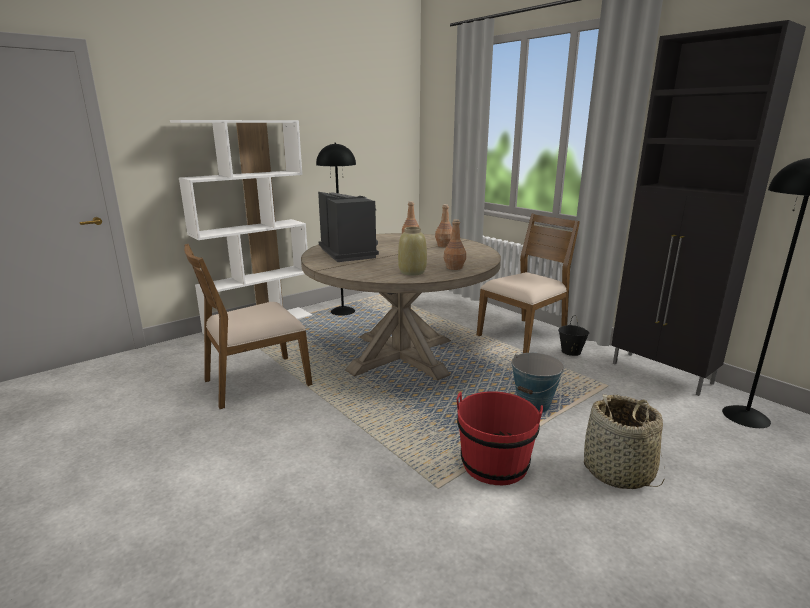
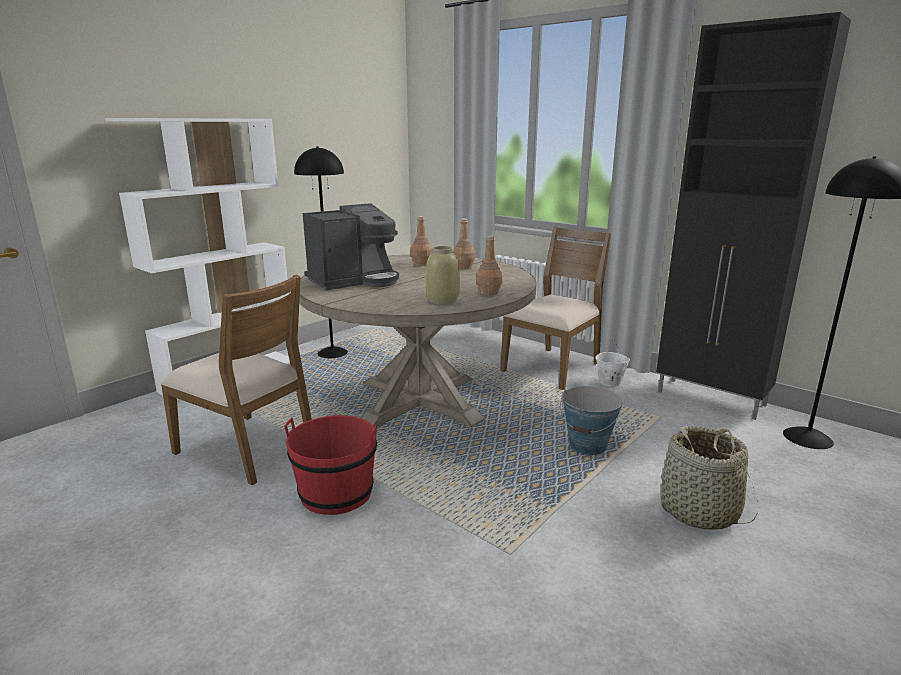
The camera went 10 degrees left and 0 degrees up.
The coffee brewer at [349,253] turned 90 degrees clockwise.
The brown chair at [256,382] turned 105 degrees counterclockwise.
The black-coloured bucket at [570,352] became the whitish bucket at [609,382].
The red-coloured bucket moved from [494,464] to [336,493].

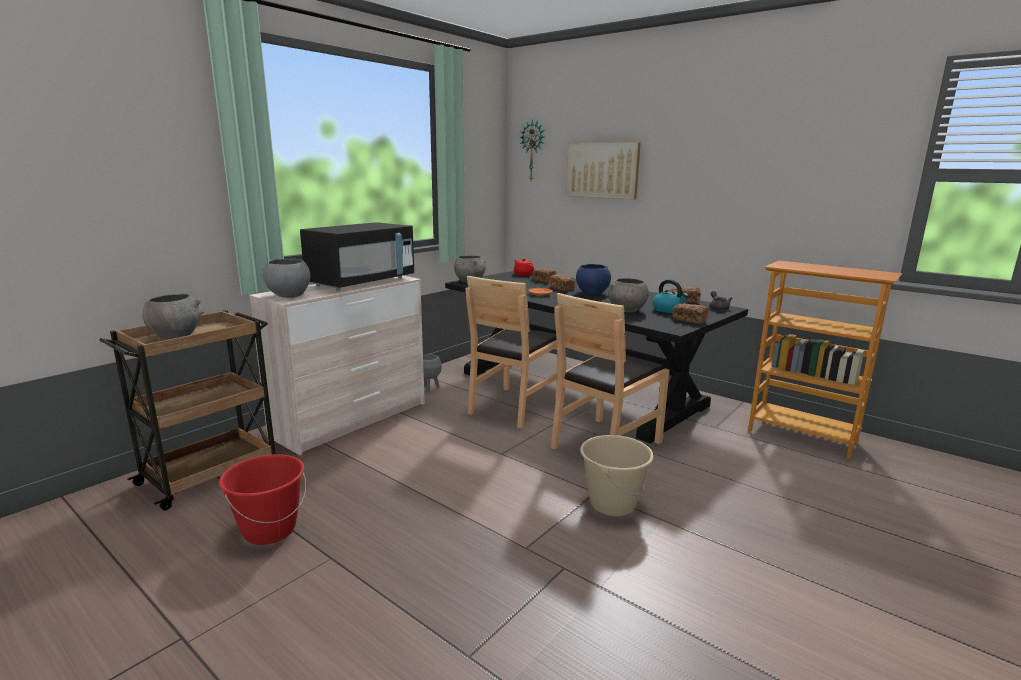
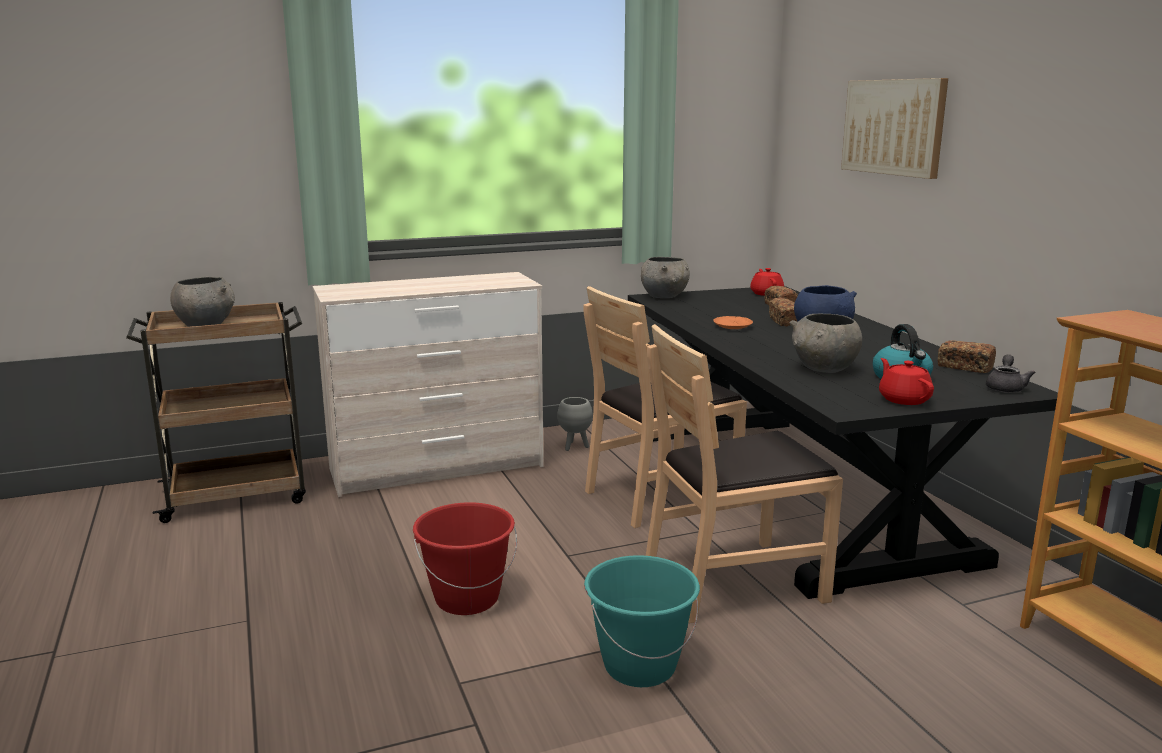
The camera went 30 degrees right and 0 degrees up.
The clock on the wall at [533,151] disappeared.
The black-coloured microwave at [362,282] disappeared.
The greyish deep dish at [289,295] disappeared.
The bread at [689,320] was replaced by the red-coloured tea pot at [904,399].
The beige-coloured bucket at [612,504] became the turquoise bucket at [639,666].
The red-coloured bucket moved from [269,530] to [467,599].

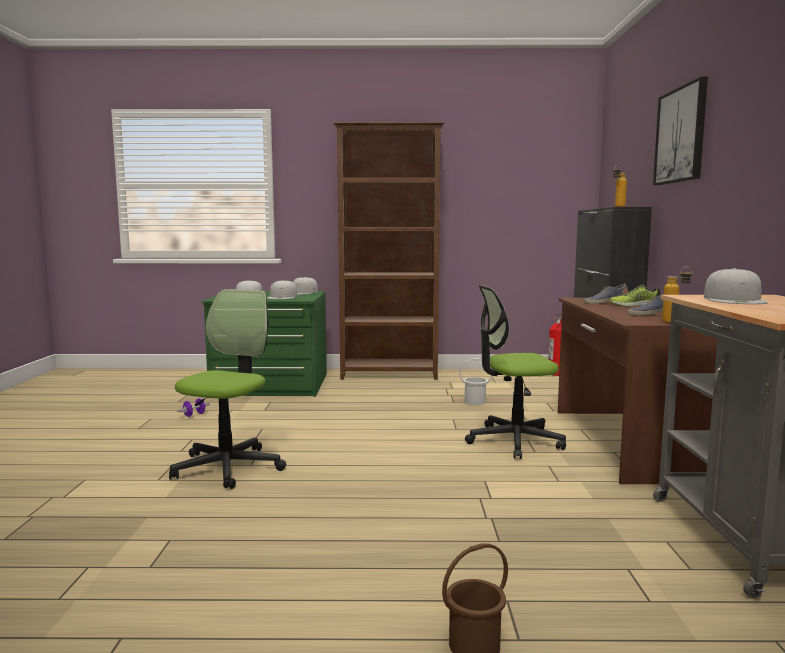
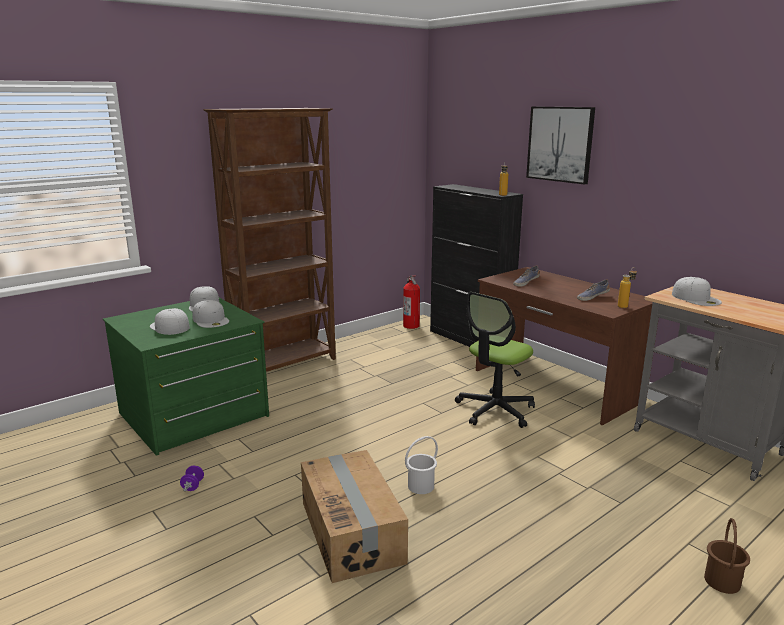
The camera went 40 degrees left and 10 degrees up.
The shoe at [635,306] disappeared.
The office chair at [228,467] was replaced by the cardboard box at [352,531].
The whitish bucket moved from [474,401] to [420,486].

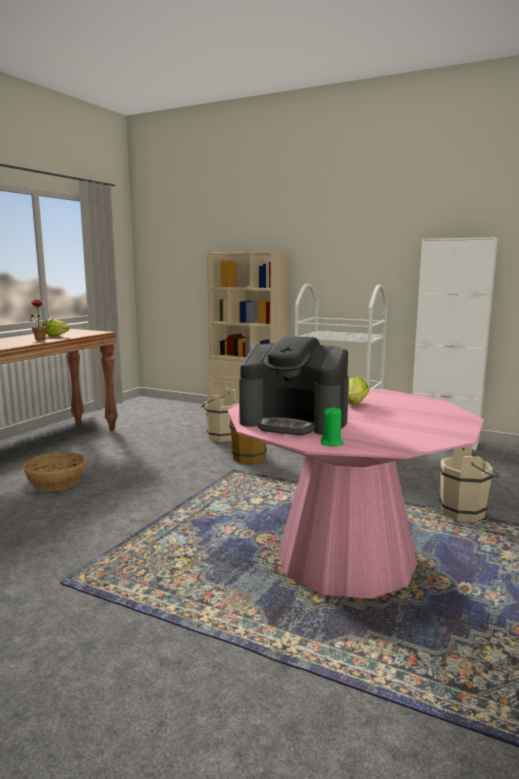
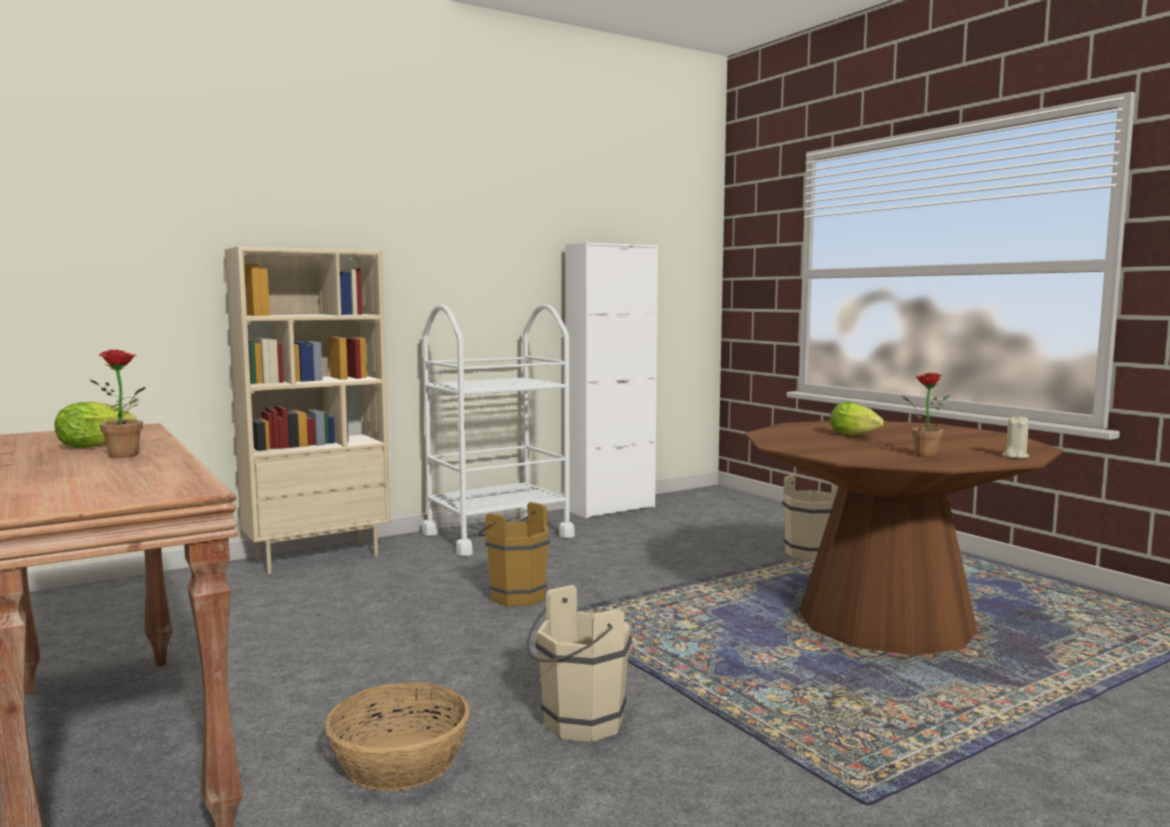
The camera went 60 degrees left and 5 degrees down.
The coffee brewer at [294,422] was replaced by the potted plant at [921,454].
The beige-coloured bucket moved from [220,437] to [577,724].
The pink kitchen table at [346,559] became the brown kitchen table at [885,622].
The green-coloured wax light at [332,443] became the beige-coloured wax light at [1015,456].

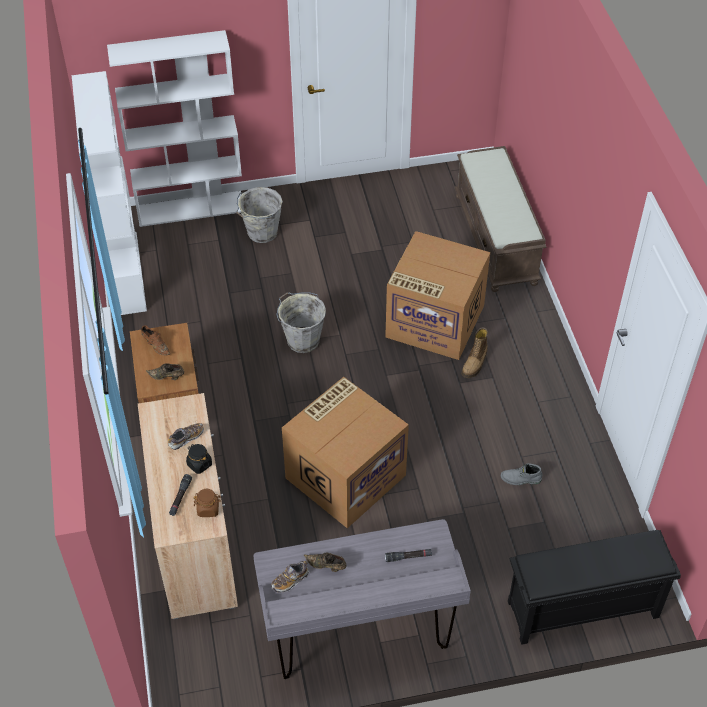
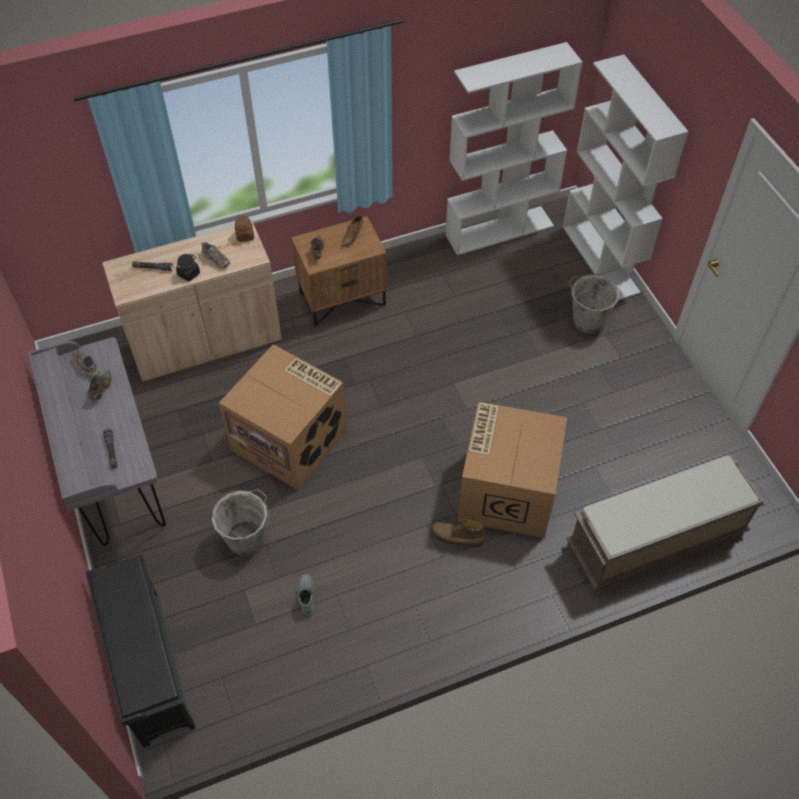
The camera went 80 degrees right and 5 degrees up.
The greyish bucket moved from [302,340] to [247,538].
The brown jar moved from [208,509] to [245,236].

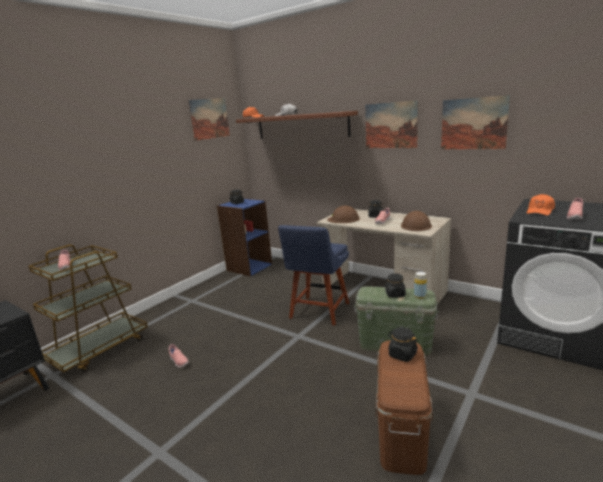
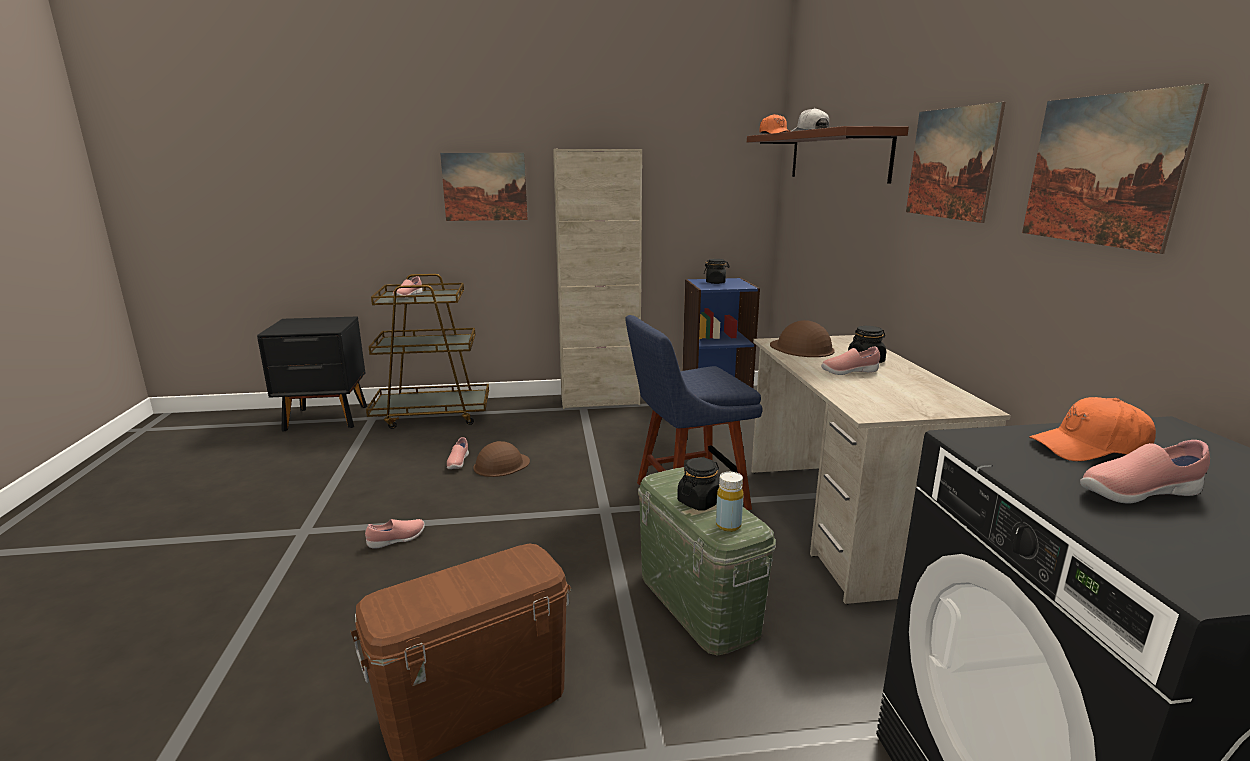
The camera went 45 degrees right and 0 degrees up.
The picture moved from [209,118] to [485,187].
The brown work helmet moved from [416,225] to [501,464].
The black-coloured jar at [402,355] disappeared.
The beige-coloured cabinet at [600,401] appeared.
The pink shoe at [397,540] appeared.

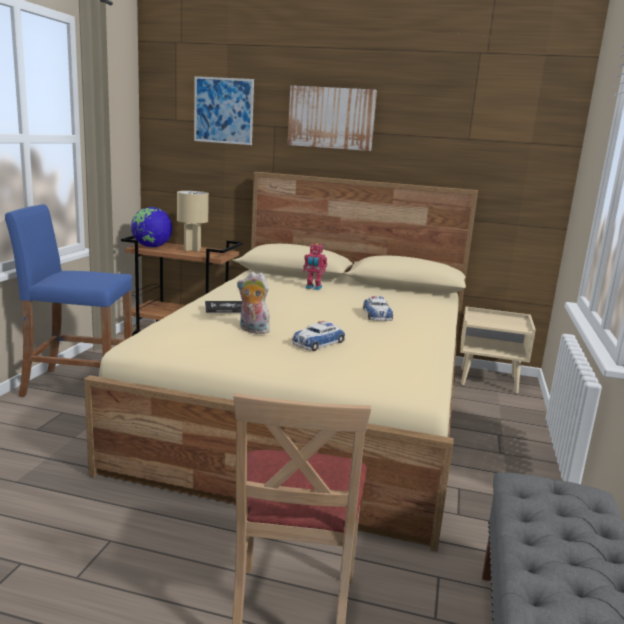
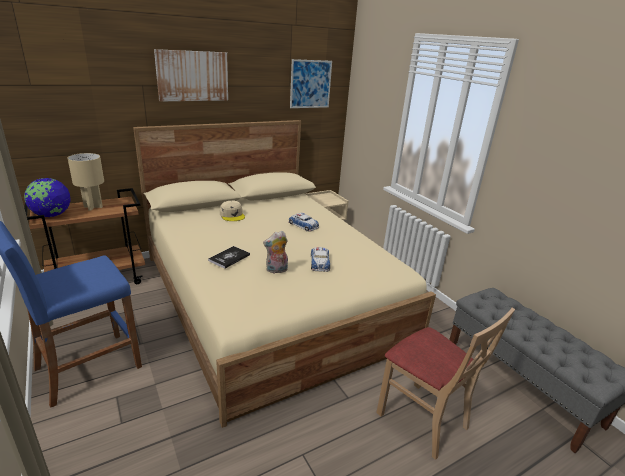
The camera went 45 degrees left and 10 degrees up.
The picture moved from [223,110] to [310,84].
The model robot at [313,288] was replaced by the beige-coloured peaked cap at [232,215].

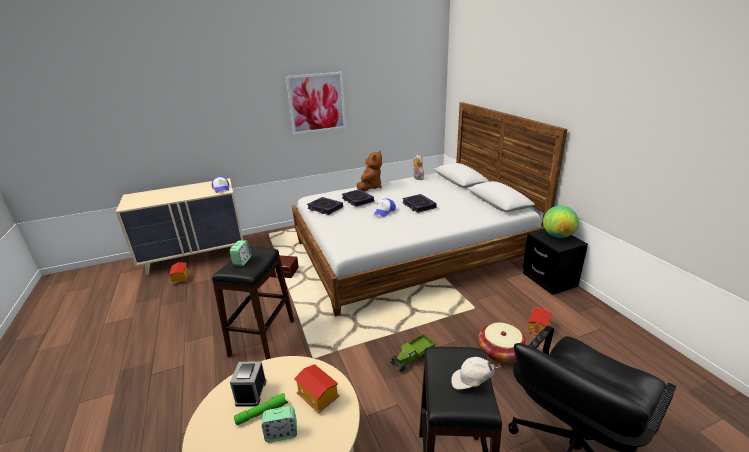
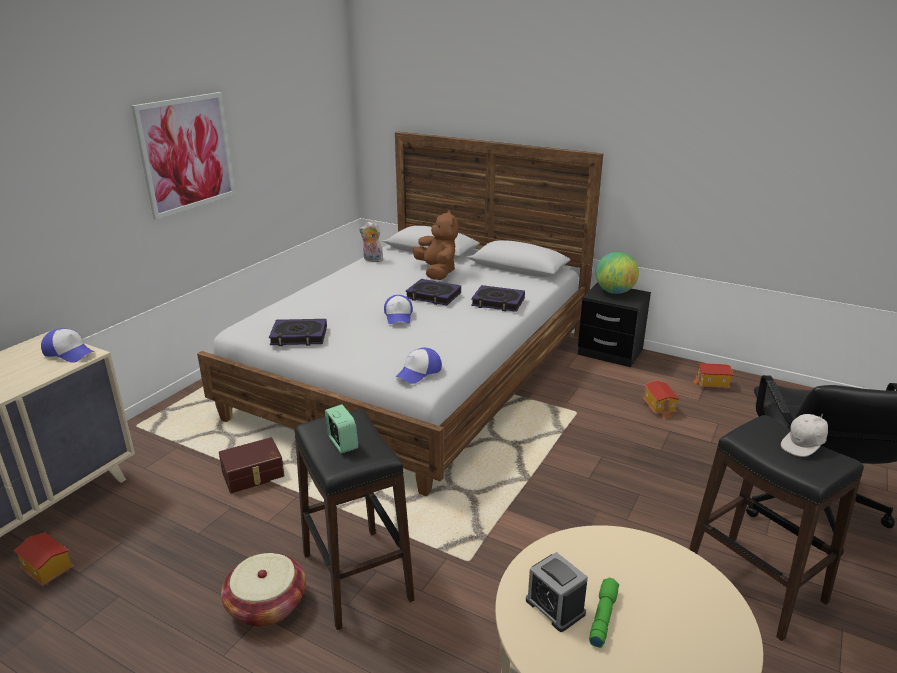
The camera went 40 degrees left and 0 degrees up.
The brown soft toy moved from [370,187] to [437,272].
The bound book moved from [357,200] to [498,302].
The household basket moved from [501,351] to [267,605].
The toy lorry at [413,358] disappeared.
The toy house moved from [317,397] to [711,385].
The bedside clock at [281,433] disappeared.
The peaked cap at [419,372] appeared.

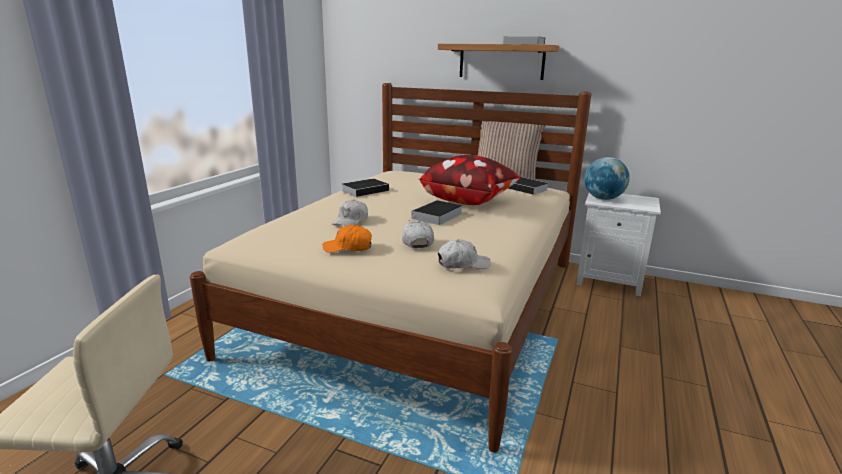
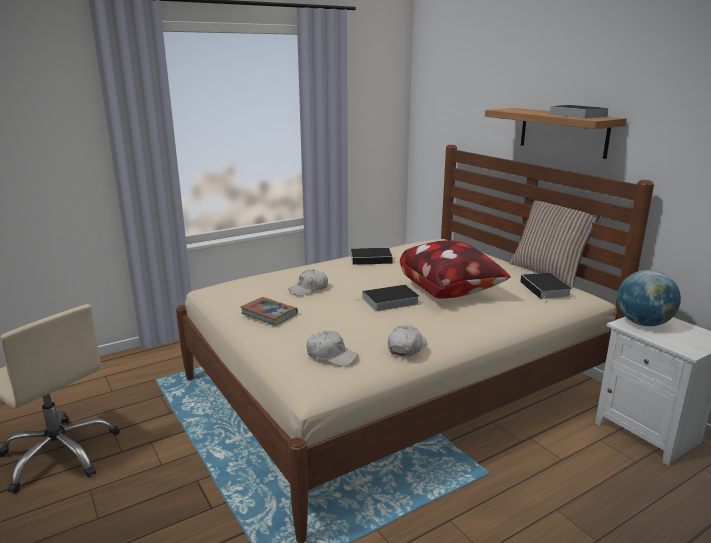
The camera went 35 degrees right and 0 degrees up.
The whitish peaked cap moved from [417,241] to [406,347].
The orange peaked cap at [348,247] was replaced by the bound book at [269,314].

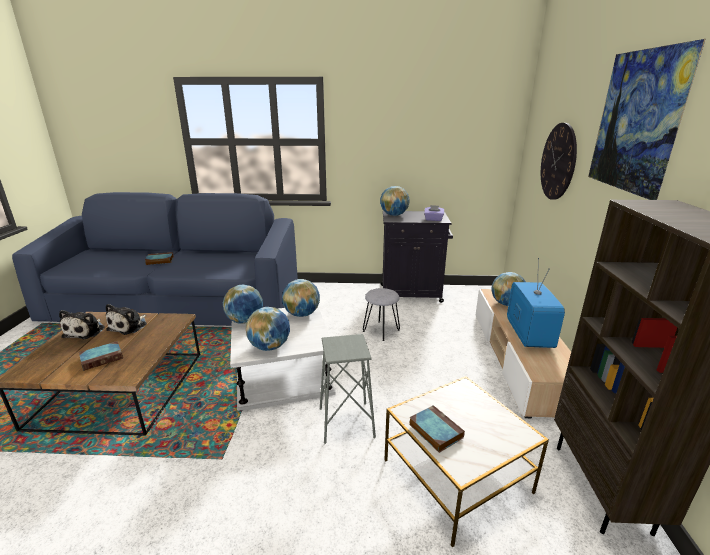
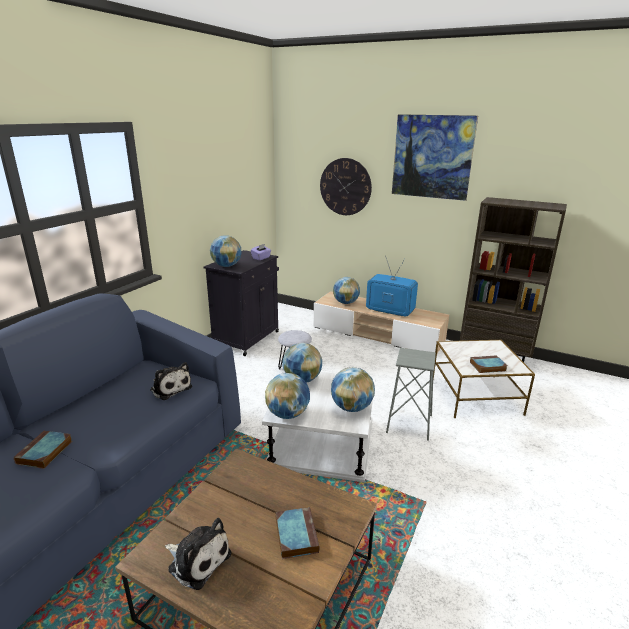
The camera went 65 degrees left and 0 degrees up.
The soft toy moved from [129,326] to [170,388].

